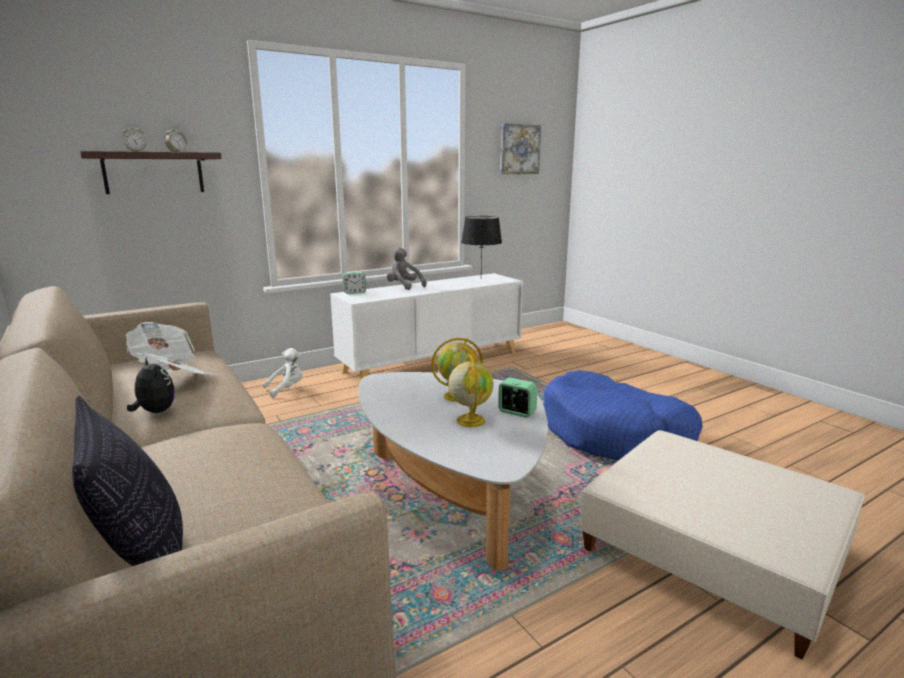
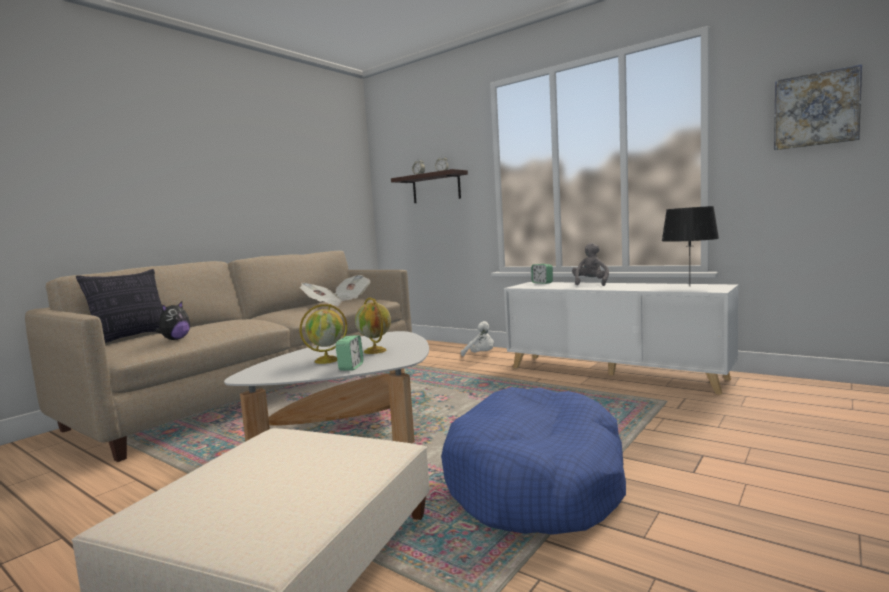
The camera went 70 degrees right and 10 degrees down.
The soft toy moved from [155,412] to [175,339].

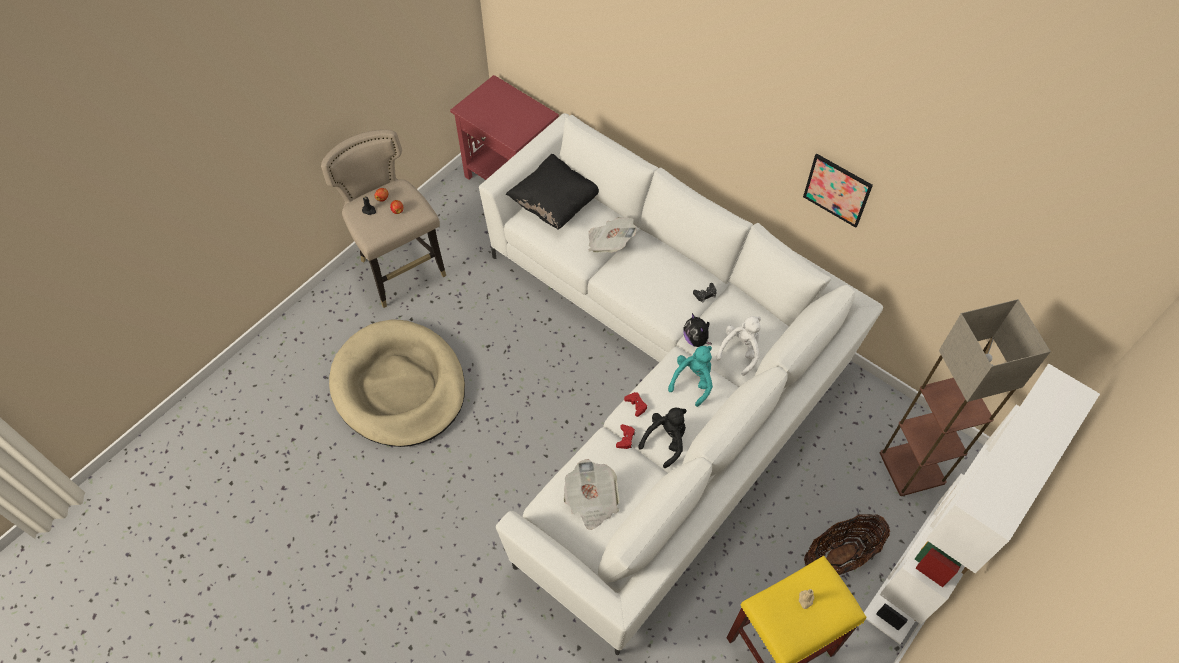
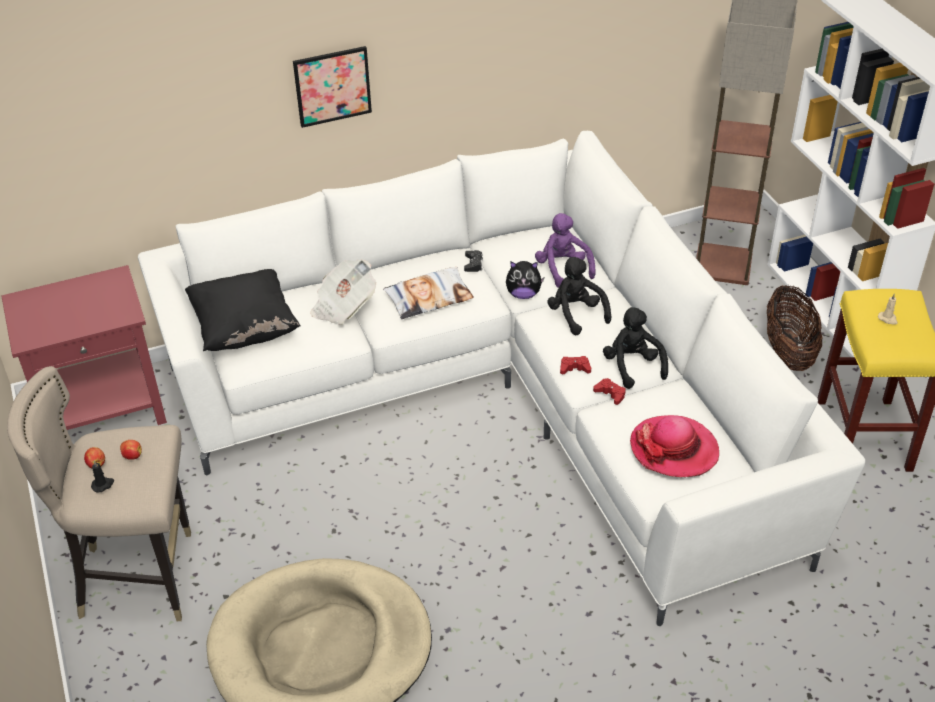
The camera went 60 degrees left and 15 degrees down.
The picture moved from [837,190] to [332,86].
The whitish soft toy at [740,351] became the purplish soft toy at [562,269].
The turquoise soft toy at [693,381] became the black-coloured soft toy at [576,314].
The newspaper at [591,501] was replaced by the hat at [674,449].
The throw pillow at [429,298] appeared.

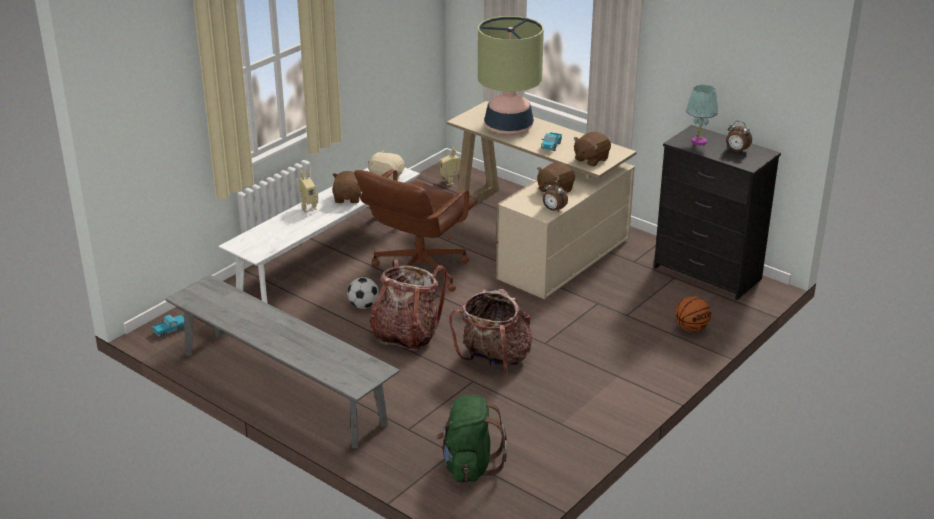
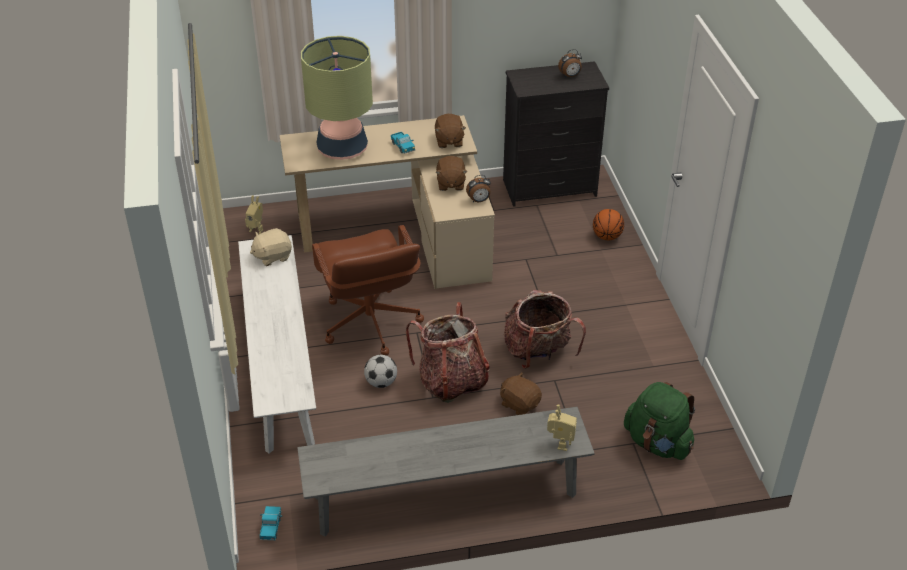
The camera went 50 degrees left and 10 degrees up.
The turquoise tabletop lamp at [699,141] disappeared.
The model robot moved from [308,208] to [560,443].
The brown soft toy moved from [348,198] to [519,404].

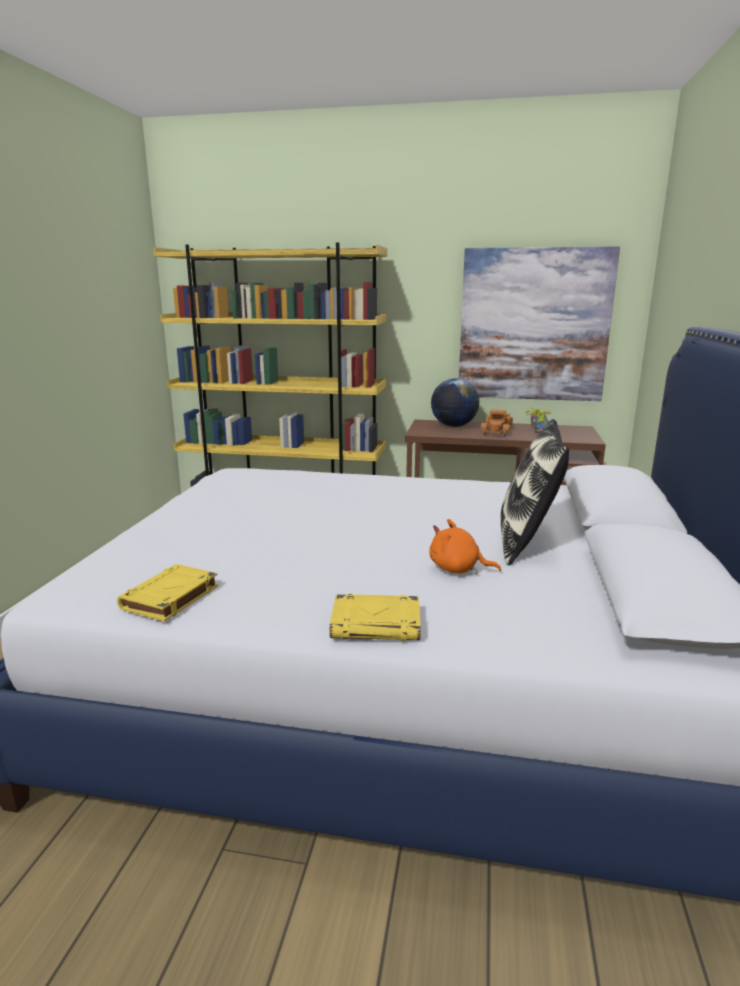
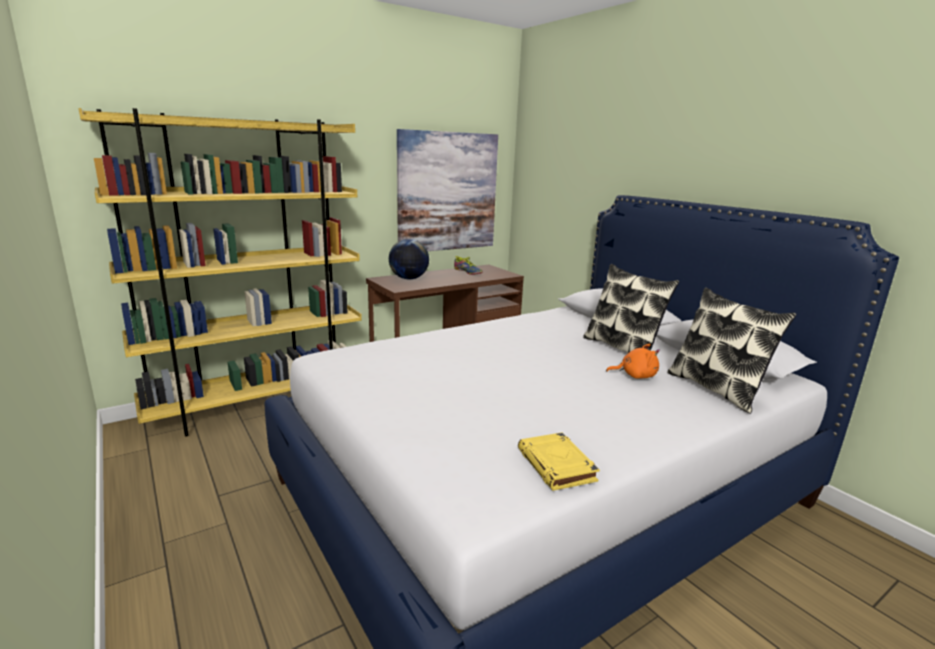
The camera went 45 degrees left and 0 degrees up.
The toy lorry at [497,430] disappeared.
The orange soft toy at [458,569] turned 150 degrees counterclockwise.
The yellowish bound book at [377,624] disappeared.
The throw pillow at [716,389] appeared.

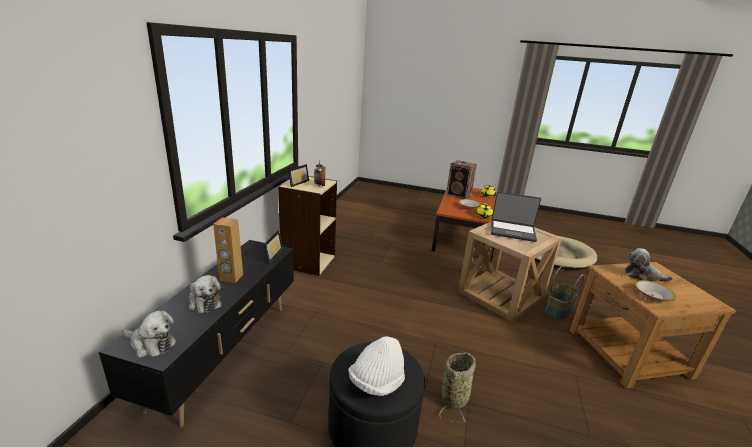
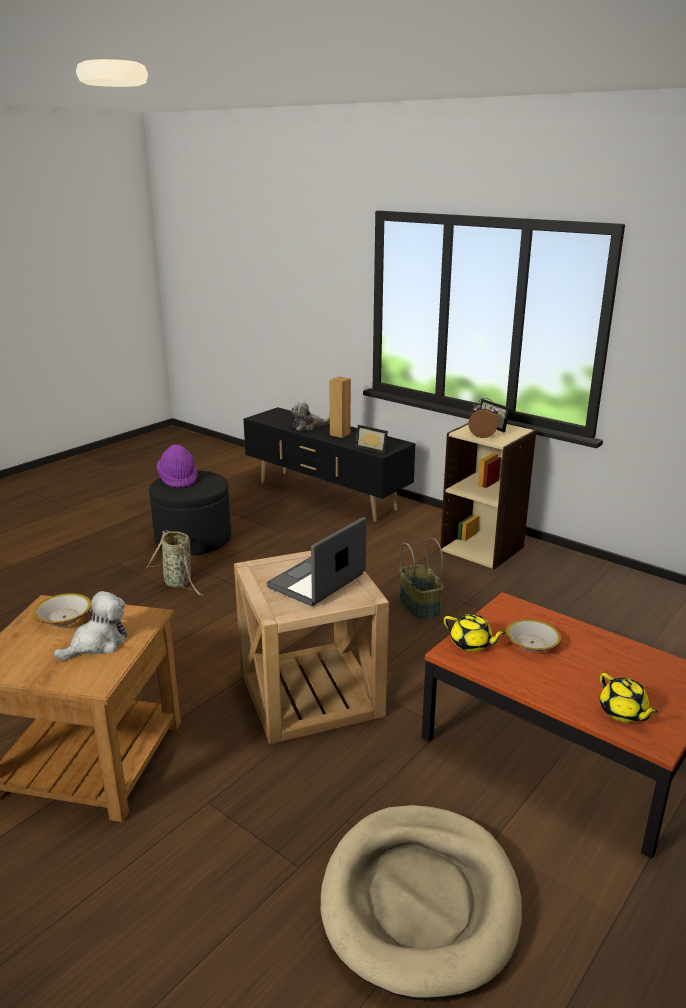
The camera went 115 degrees right and 0 degrees up.
The speaker at [459,195] disappeared.
The household basket moved from [558,310] to [420,605].
The soft toy at [151,344] disappeared.
The whitish hat at [376,382] became the purplish hat at [178,479].

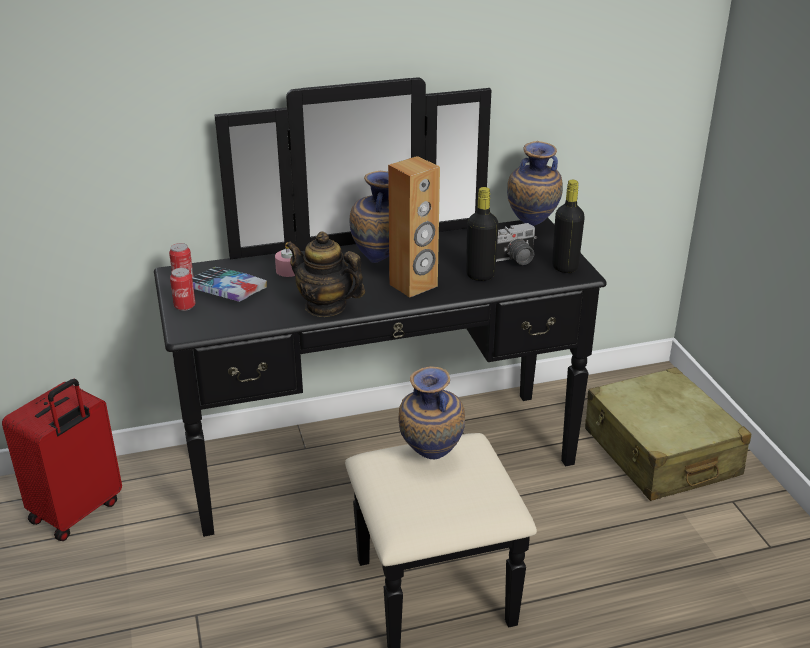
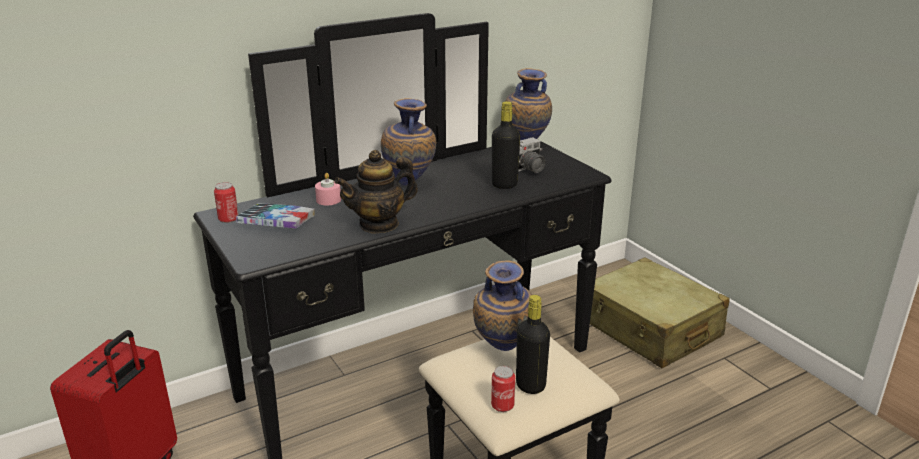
The camera went 15 degrees left and 5 degrees down.
The brown speaker at [413,285] disappeared.
The black-coloured bottle moved from [565,267] to [530,385].
The tea pot at [326,306] turned 45 degrees counterclockwise.
The can moved from [184,306] to [502,406].

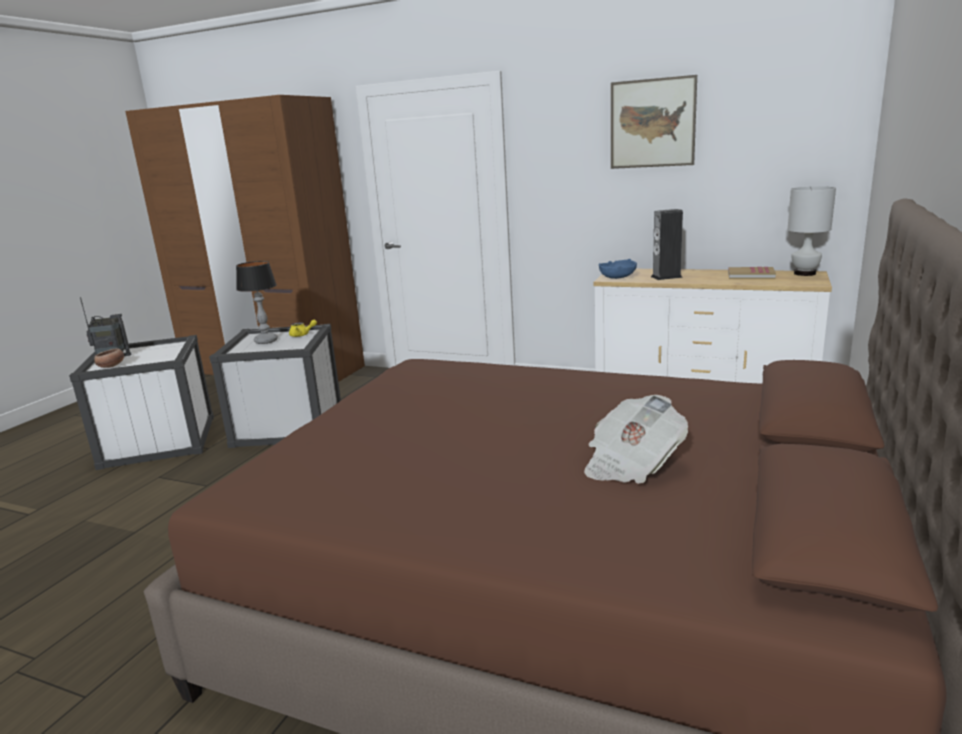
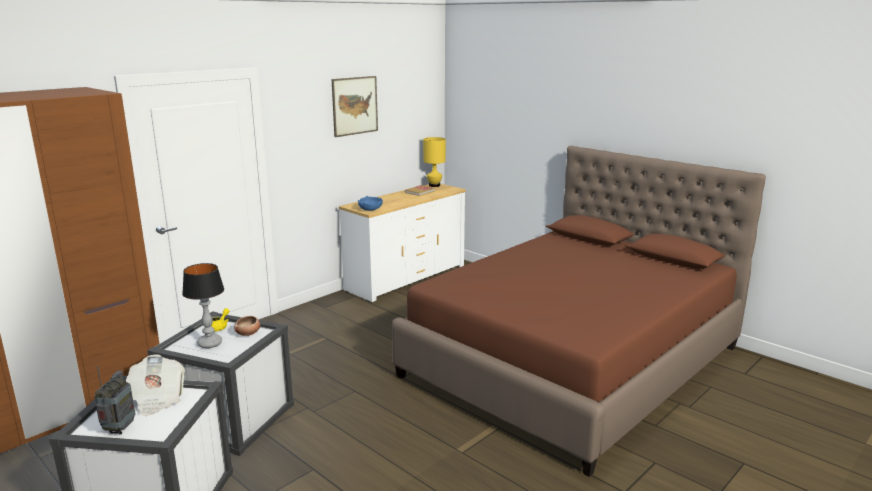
The camera went 70 degrees left and 0 degrees up.
The whitish tabletop lamp at [804,273] became the yellowish tabletop lamp at [434,185].
The speaker at [666,277] disappeared.
The deep dish moved from [111,366] to [248,333].
The newspaper moved from [631,464] to [156,399].

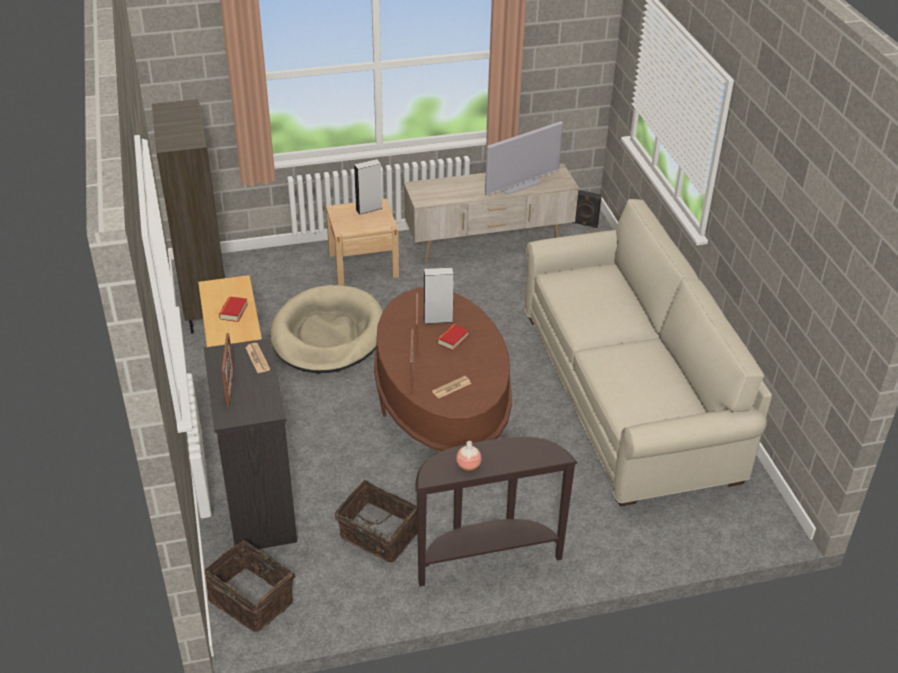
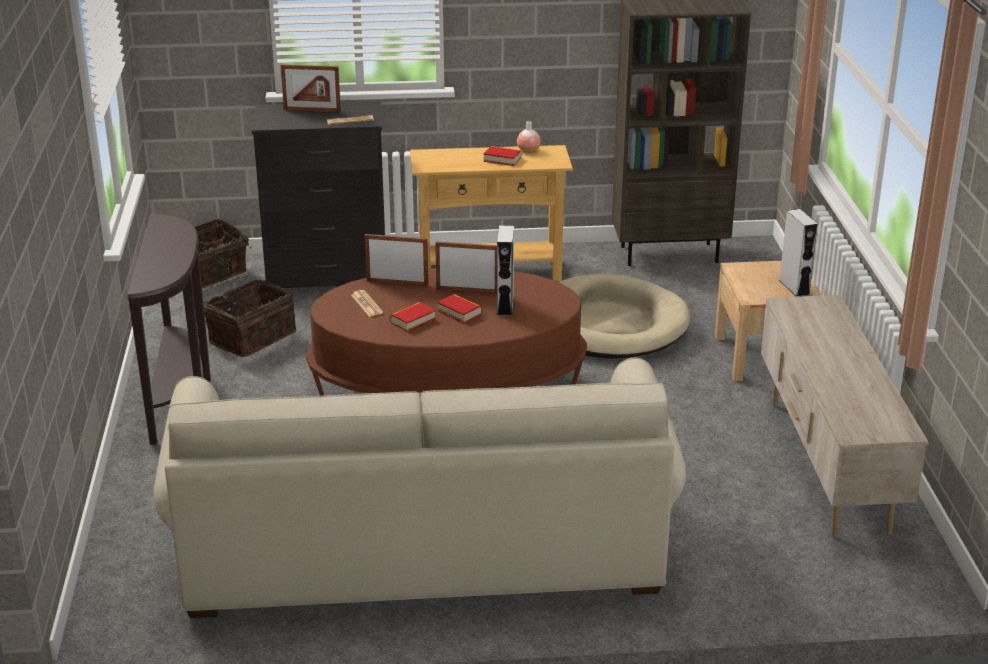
The camera went 100 degrees right and 10 degrees down.
The TV set at [520,185] disappeared.
The black-coloured speaker at [584,224] disappeared.
The decorative vase moved from [468,465] to [528,150].
The bound book at [413,320] appeared.

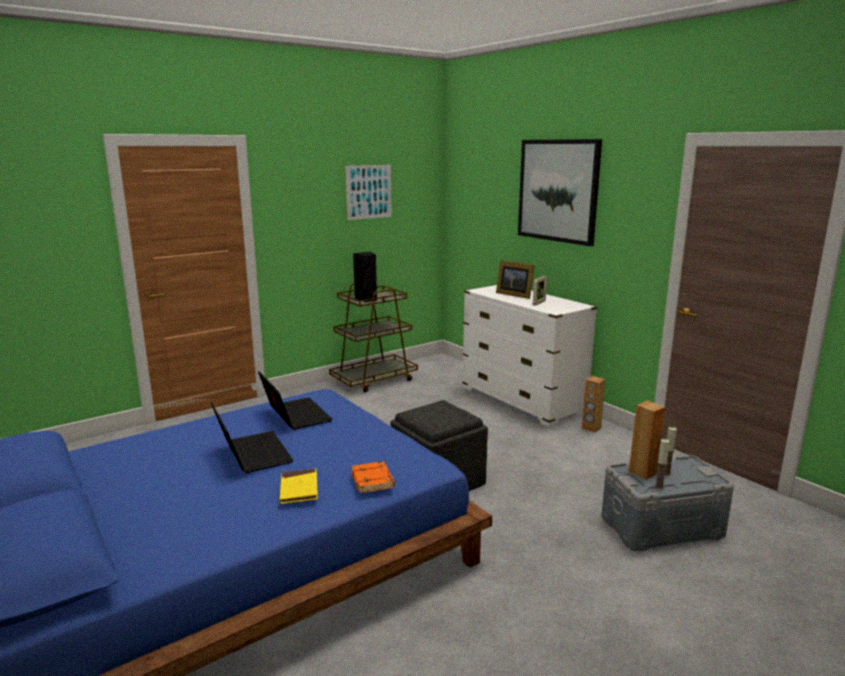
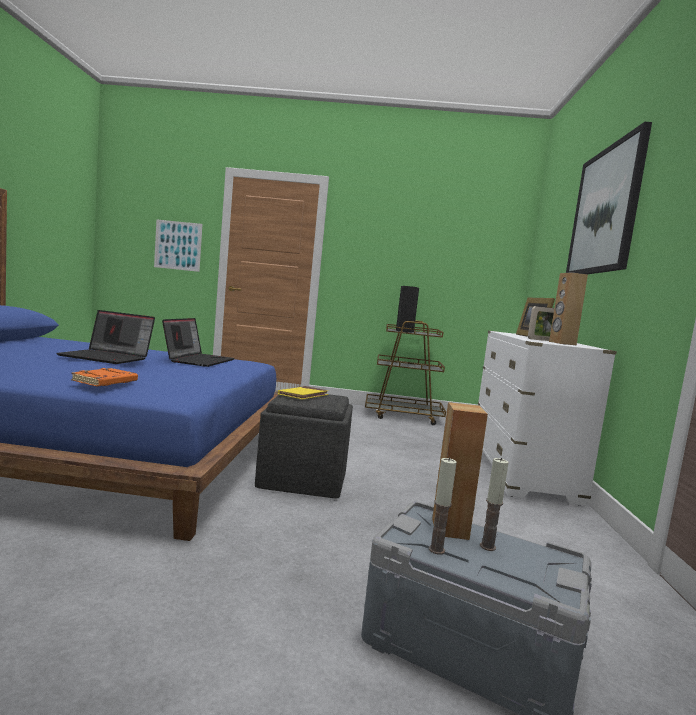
The camera went 40 degrees right and 10 degrees down.
The picture moved from [369,192] to [178,245].
The brown speaker moved from [591,428] to [562,343].
The laptop at [251,454] turned 90 degrees clockwise.
The yellowish bound book moved from [299,489] to [303,395].

